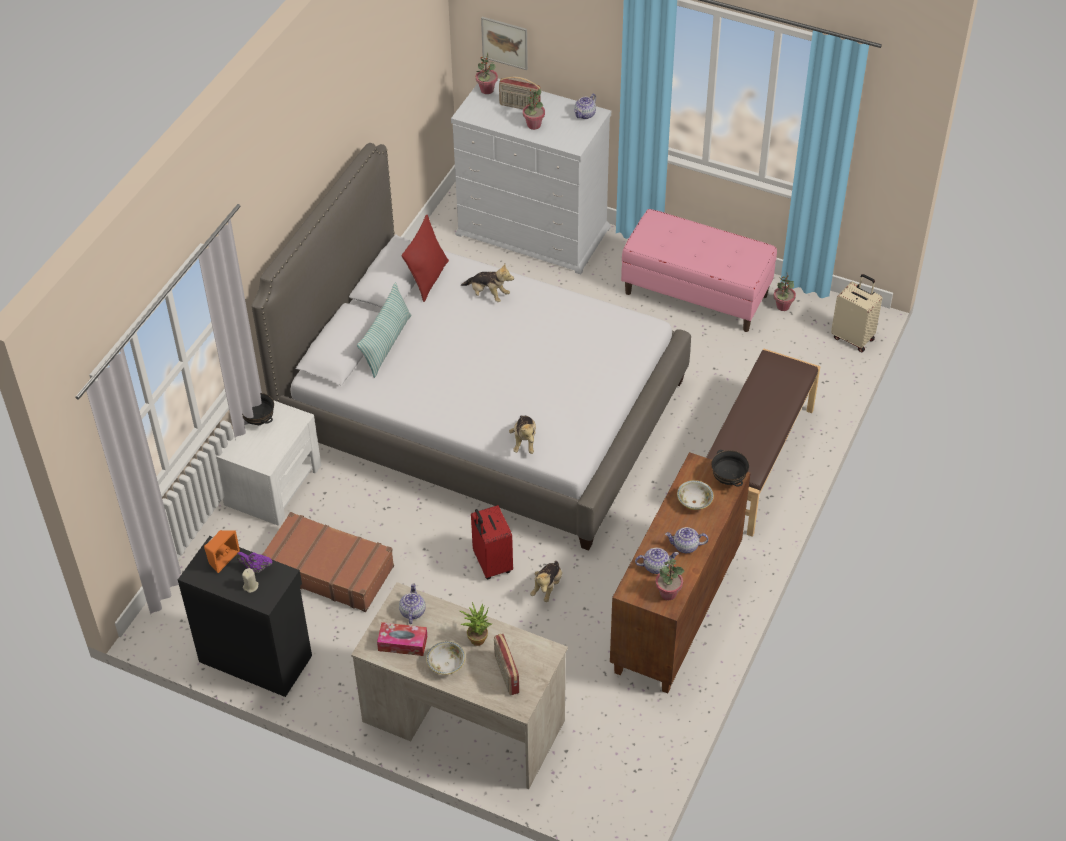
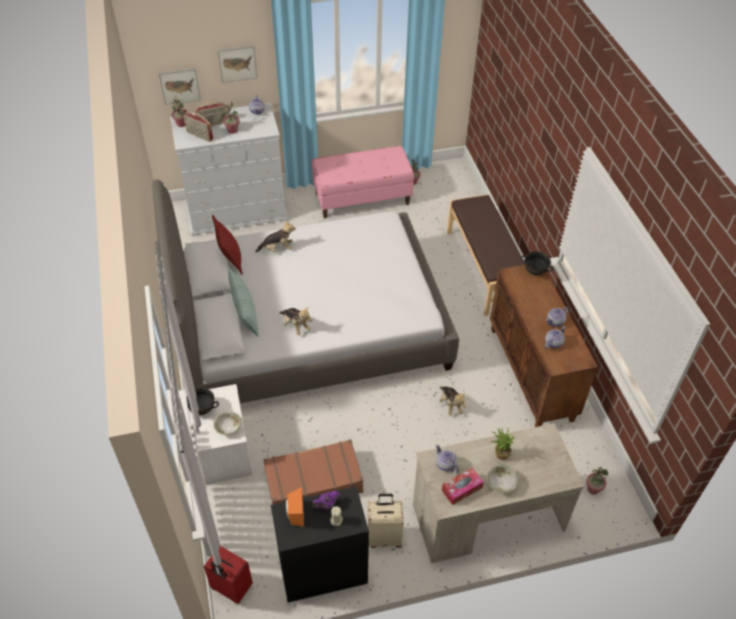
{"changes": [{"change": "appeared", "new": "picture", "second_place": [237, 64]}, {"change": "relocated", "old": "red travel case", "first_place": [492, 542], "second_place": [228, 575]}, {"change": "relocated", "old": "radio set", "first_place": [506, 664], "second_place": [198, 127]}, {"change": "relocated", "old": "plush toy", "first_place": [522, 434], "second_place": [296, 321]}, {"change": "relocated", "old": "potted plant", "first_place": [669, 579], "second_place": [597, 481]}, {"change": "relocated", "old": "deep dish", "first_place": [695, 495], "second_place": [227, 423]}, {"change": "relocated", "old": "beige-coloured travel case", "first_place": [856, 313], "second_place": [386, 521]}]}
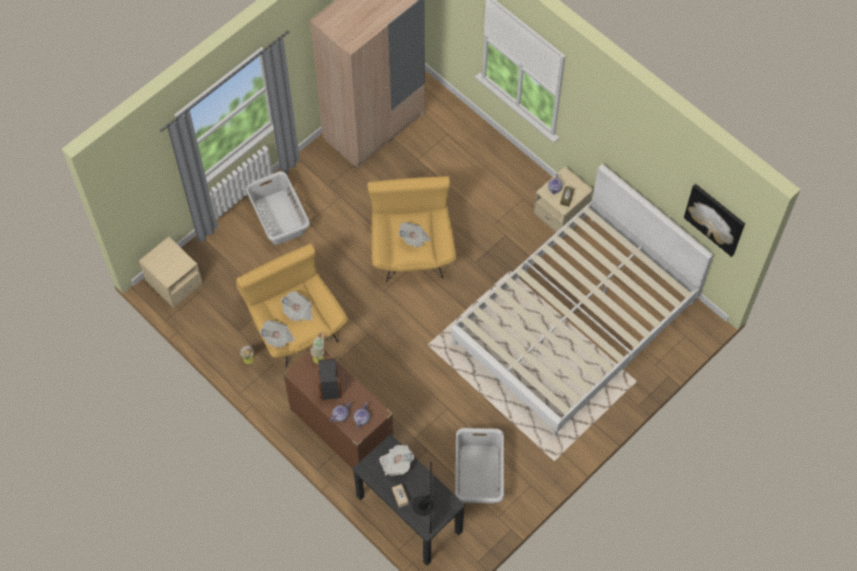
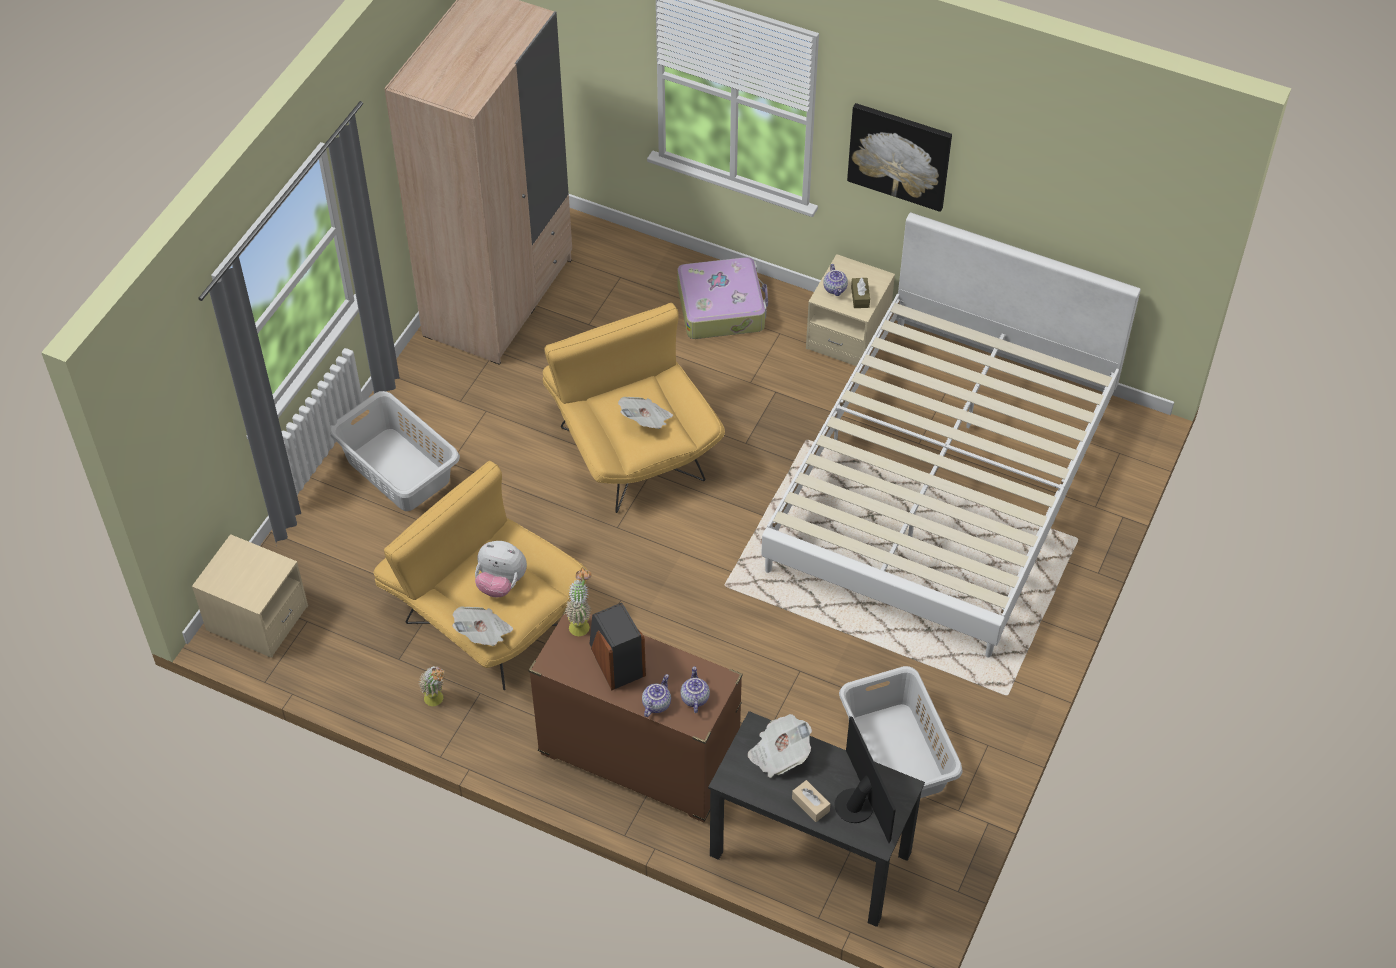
{"changes": [{"change": "appeared", "new": "travel case", "second_place": [722, 298]}, {"change": "relocated", "old": "picture", "first_place": [714, 220], "second_place": [899, 157]}, {"change": "exchanged", "old": "printed paper", "new": "plush toy", "first_place": [296, 306], "second_place": [501, 569]}]}
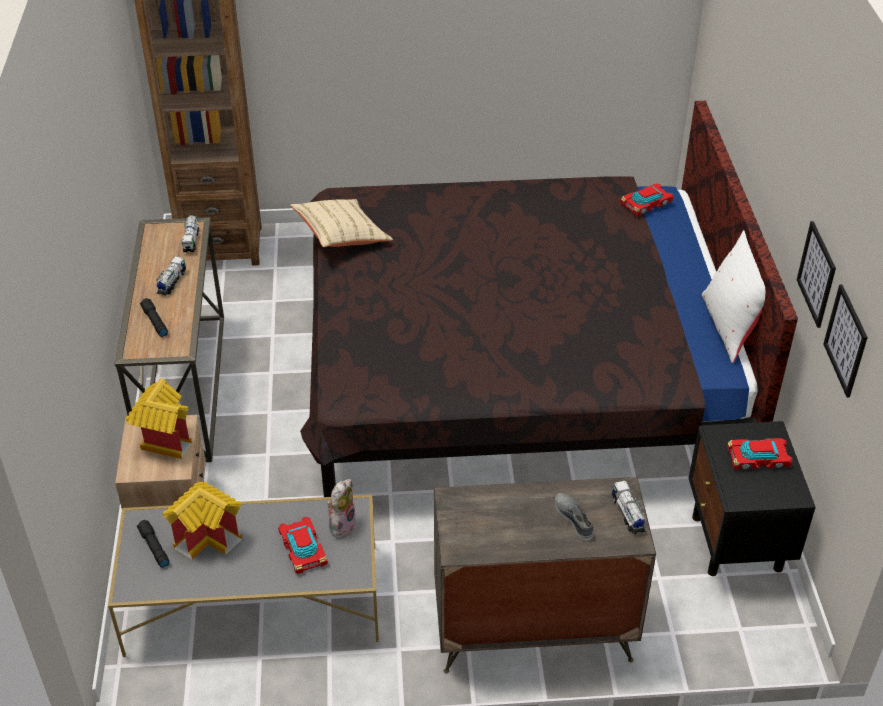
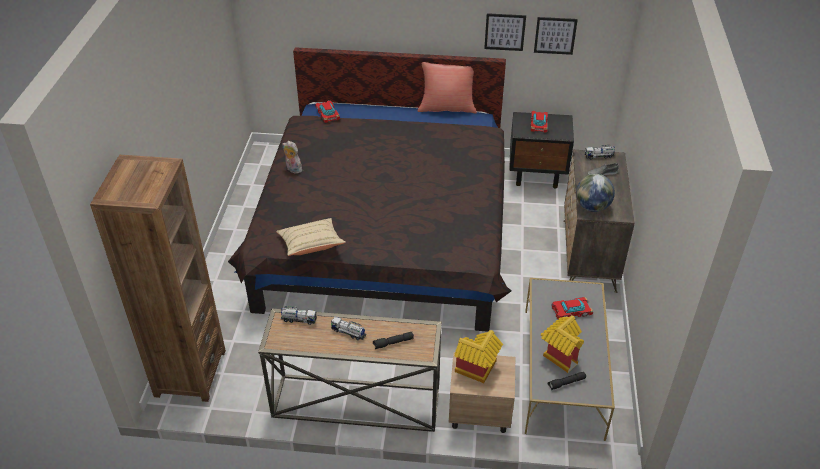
{"changes": [{"change": "appeared", "new": "globe", "second_place": [595, 193]}, {"change": "relocated", "old": "plush toy", "first_place": [342, 509], "second_place": [292, 157]}, {"change": "colour", "old": "white cushion", "new": "red cushion", "first_place": [733, 296], "second_place": [447, 88]}]}
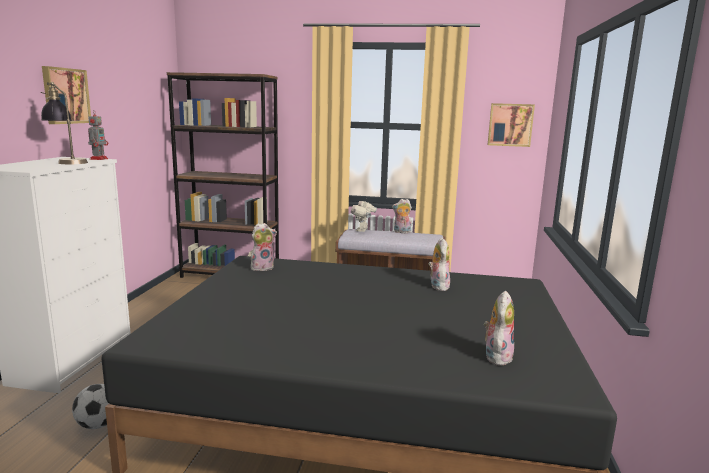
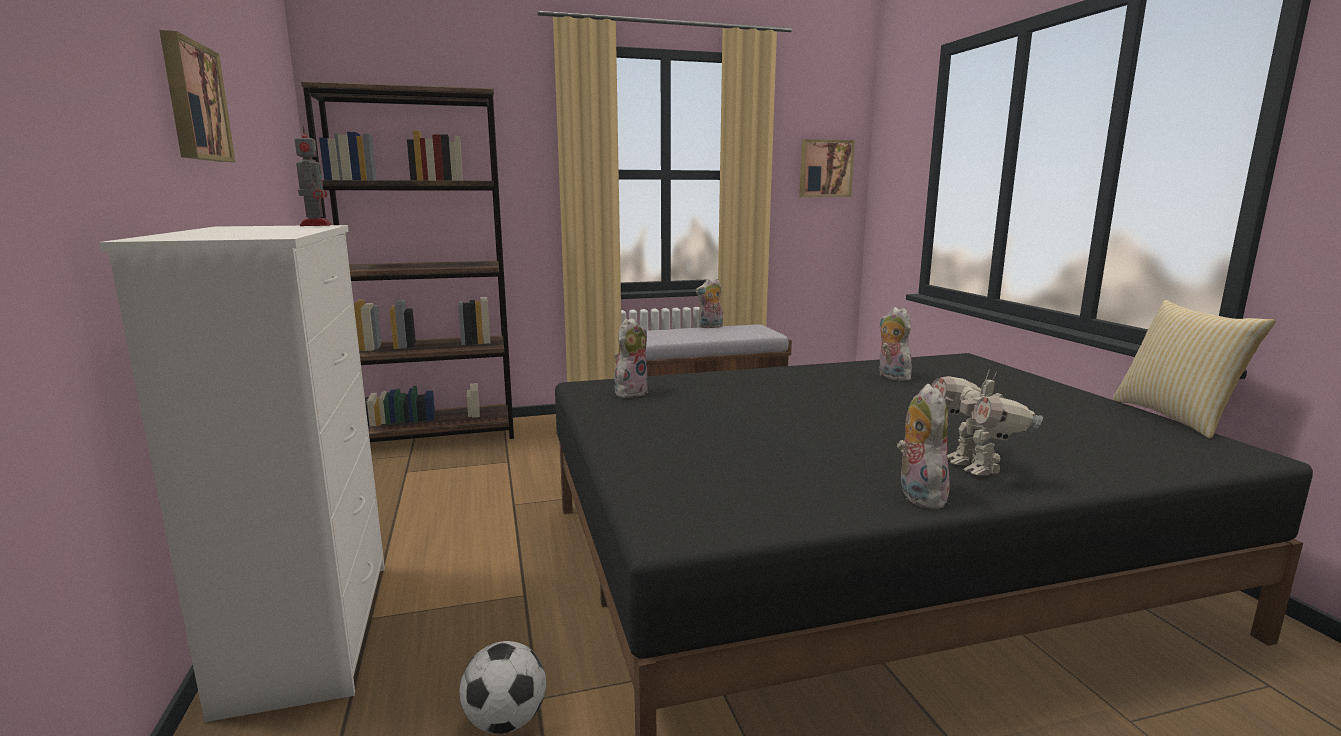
{"changes": [{"change": "missing", "old": "lamp for a table", "first_place": [64, 123]}, {"change": "appeared", "new": "cushion", "second_place": [1194, 369]}, {"change": "relocated", "old": "robot figure", "first_place": [364, 215], "second_place": [987, 422]}, {"change": "relocated", "old": "plush toy", "first_place": [499, 328], "second_place": [923, 446]}]}
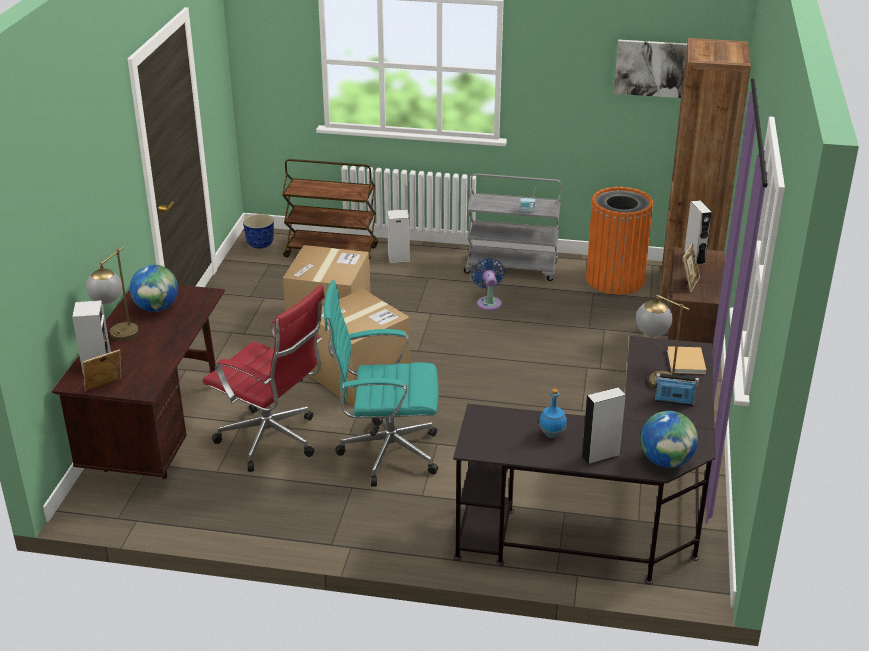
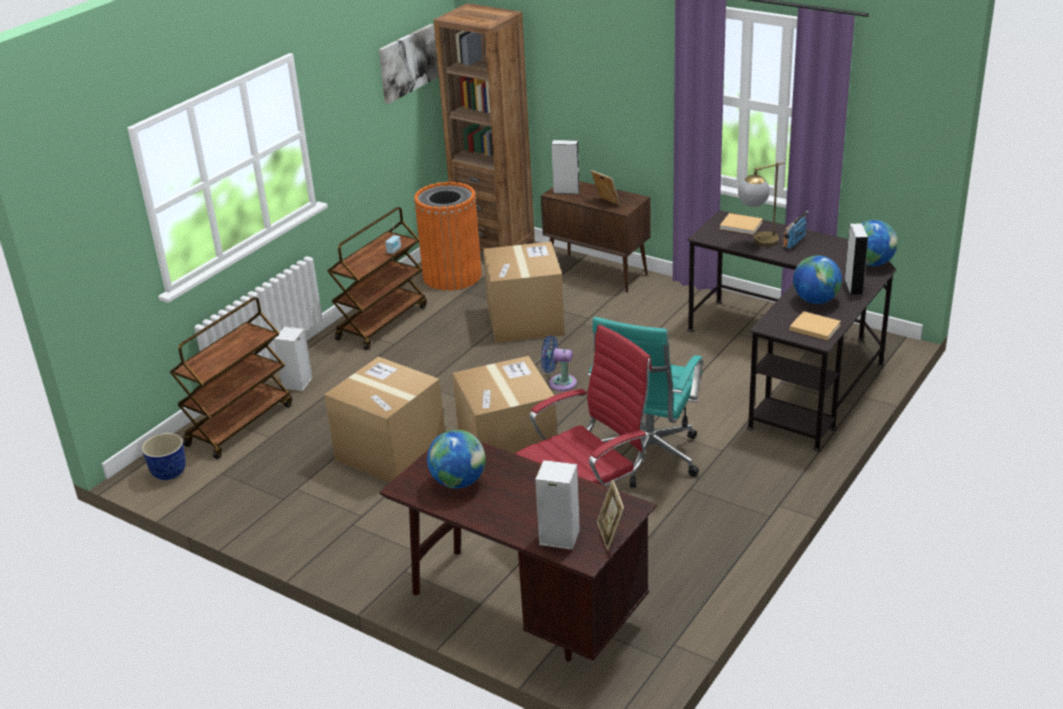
{"changes": [{"change": "missing", "old": "lamp for a table", "first_place": [112, 294]}, {"change": "appeared", "new": "packing box", "second_place": [524, 292]}, {"change": "appeared", "new": "beige-coloured book", "second_place": [815, 326]}, {"change": "relocated", "old": "blue-coloured fan", "first_place": [488, 284], "second_place": [559, 363]}, {"change": "exchanged", "old": "blue-coloured bottle", "new": "globe", "first_place": [553, 413], "second_place": [817, 279]}, {"change": "colour", "old": "grey trolley", "new": "brown-coloured trolley", "first_place": [512, 227], "second_place": [377, 278]}]}
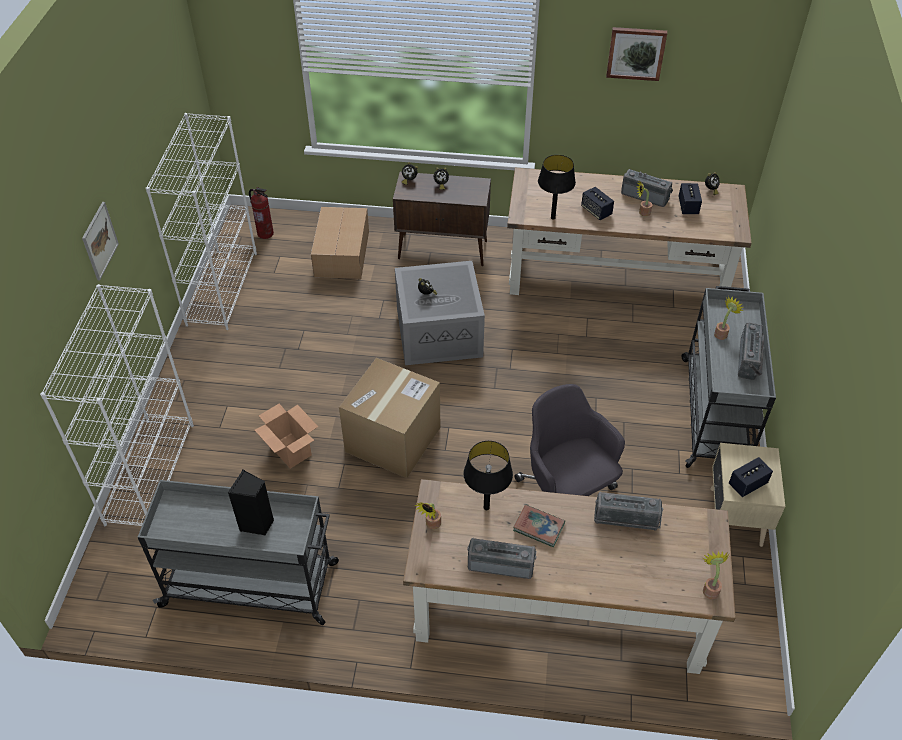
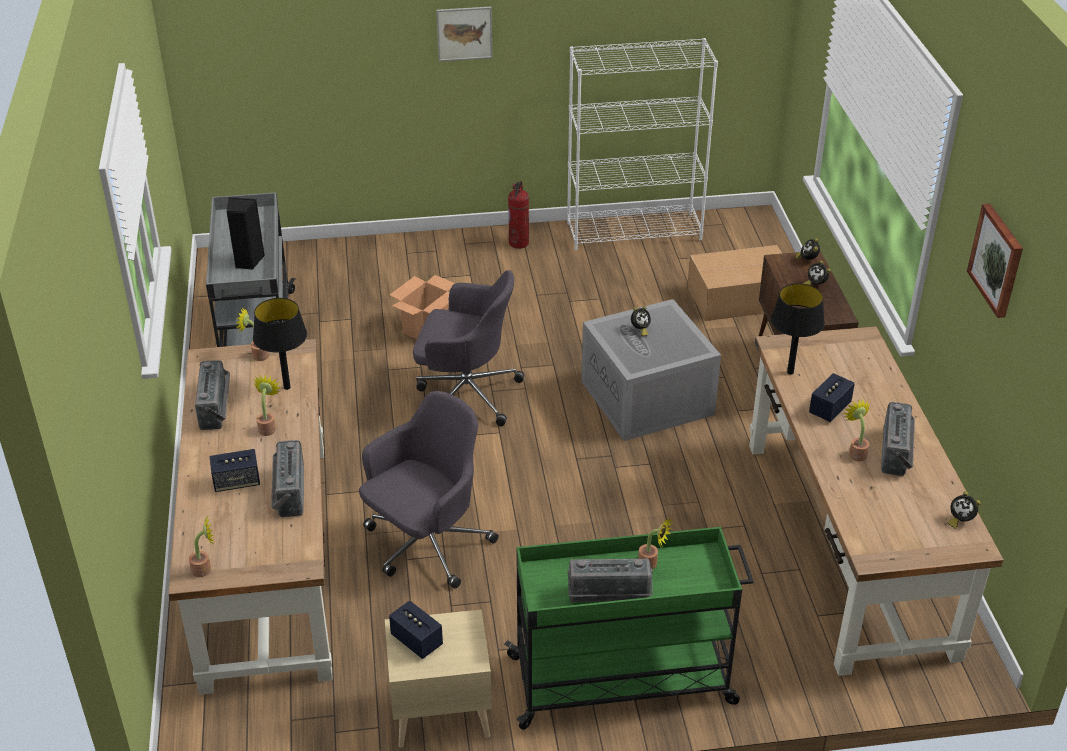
{"changes": [{"change": "missing", "old": "white shelving unit", "first_place": [117, 405]}, {"change": "relocated", "old": "extinguisher", "first_place": [261, 213], "second_place": [518, 215]}, {"change": "relocated", "old": "speaker", "first_place": [690, 198], "second_place": [235, 470]}, {"change": "exchanged", "old": "packing box", "new": "grey desk chair", "first_place": [389, 418], "second_place": [469, 348]}, {"change": "exchanged", "old": "book", "new": "potted plant", "first_place": [539, 525], "second_place": [267, 405]}, {"change": "colour", "old": "grey trolley", "new": "green-coloured trolley", "first_place": [728, 377], "second_place": [629, 628]}]}
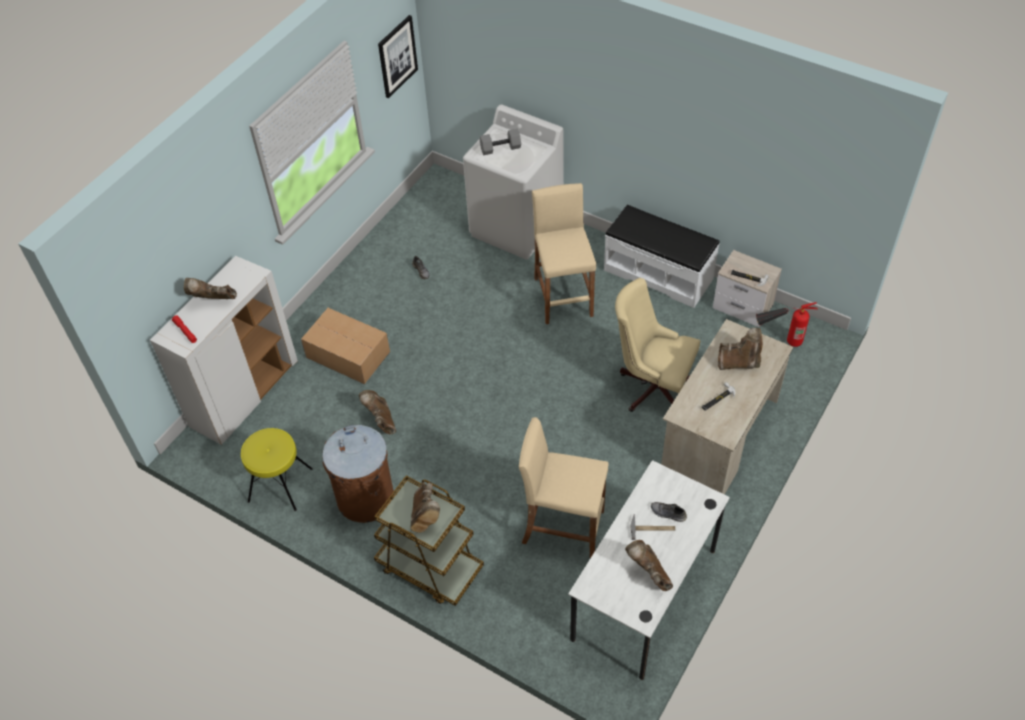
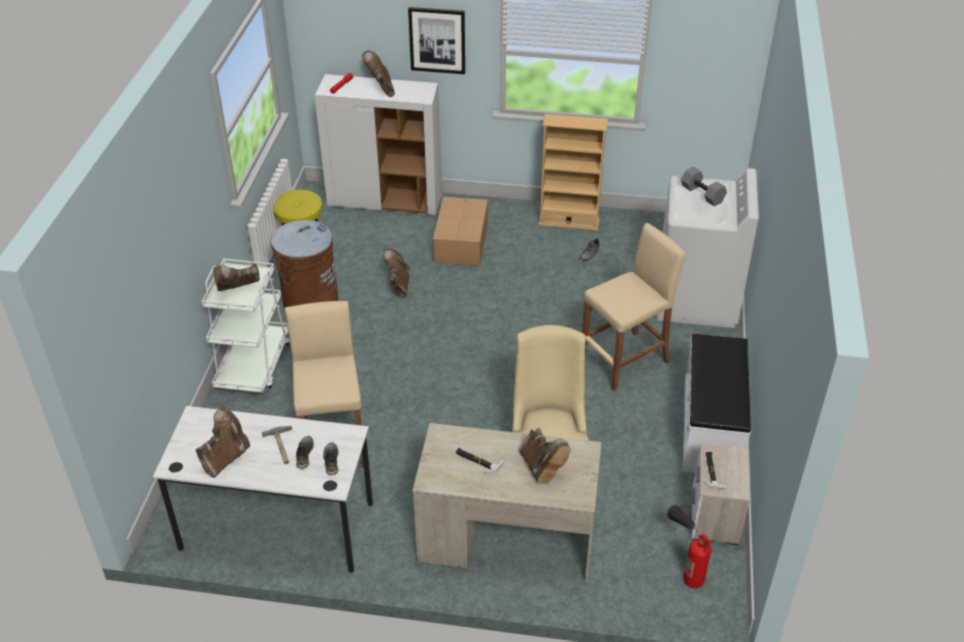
{"changes": [{"change": "appeared", "new": "grey shoe", "second_place": [331, 458]}, {"change": "appeared", "new": "beige-coloured shelving unit", "second_place": [573, 172]}, {"change": "relocated", "old": "picture", "first_place": [398, 56], "second_place": [436, 40]}, {"change": "colour", "old": "brown-coloured trolley", "new": "white trolley", "first_place": [429, 541], "second_place": [245, 326]}, {"change": "spun", "old": "brown-coloured high-top boot", "first_place": [377, 412], "second_place": [396, 273], "degrees": -45}]}
